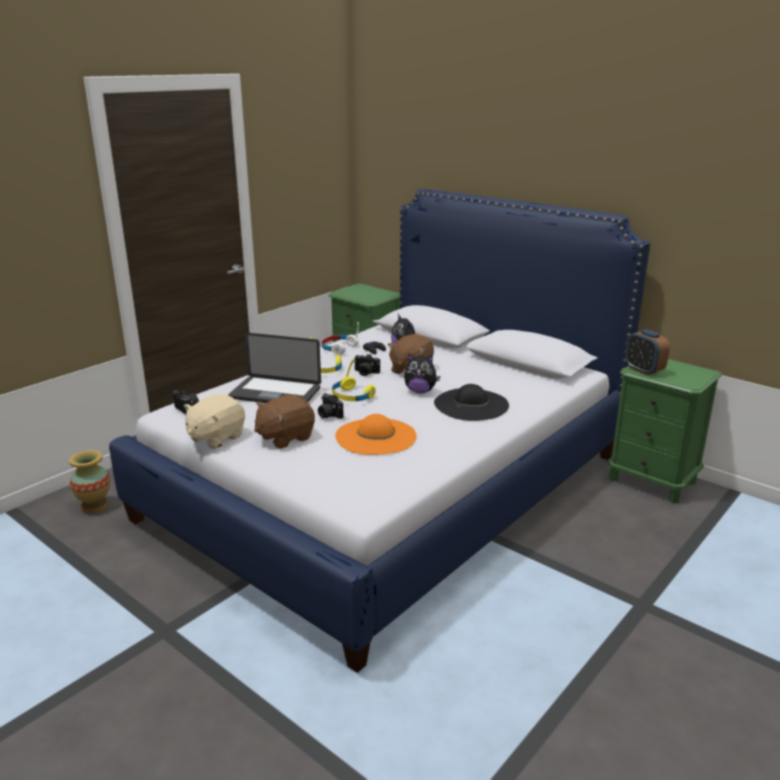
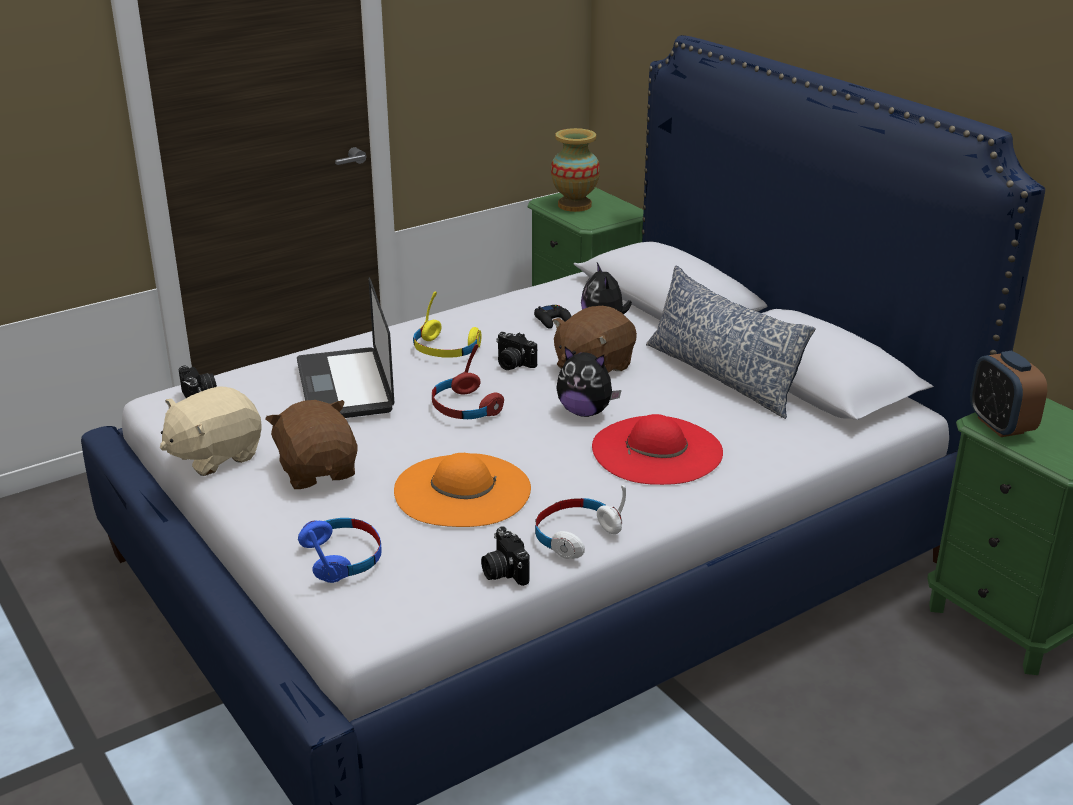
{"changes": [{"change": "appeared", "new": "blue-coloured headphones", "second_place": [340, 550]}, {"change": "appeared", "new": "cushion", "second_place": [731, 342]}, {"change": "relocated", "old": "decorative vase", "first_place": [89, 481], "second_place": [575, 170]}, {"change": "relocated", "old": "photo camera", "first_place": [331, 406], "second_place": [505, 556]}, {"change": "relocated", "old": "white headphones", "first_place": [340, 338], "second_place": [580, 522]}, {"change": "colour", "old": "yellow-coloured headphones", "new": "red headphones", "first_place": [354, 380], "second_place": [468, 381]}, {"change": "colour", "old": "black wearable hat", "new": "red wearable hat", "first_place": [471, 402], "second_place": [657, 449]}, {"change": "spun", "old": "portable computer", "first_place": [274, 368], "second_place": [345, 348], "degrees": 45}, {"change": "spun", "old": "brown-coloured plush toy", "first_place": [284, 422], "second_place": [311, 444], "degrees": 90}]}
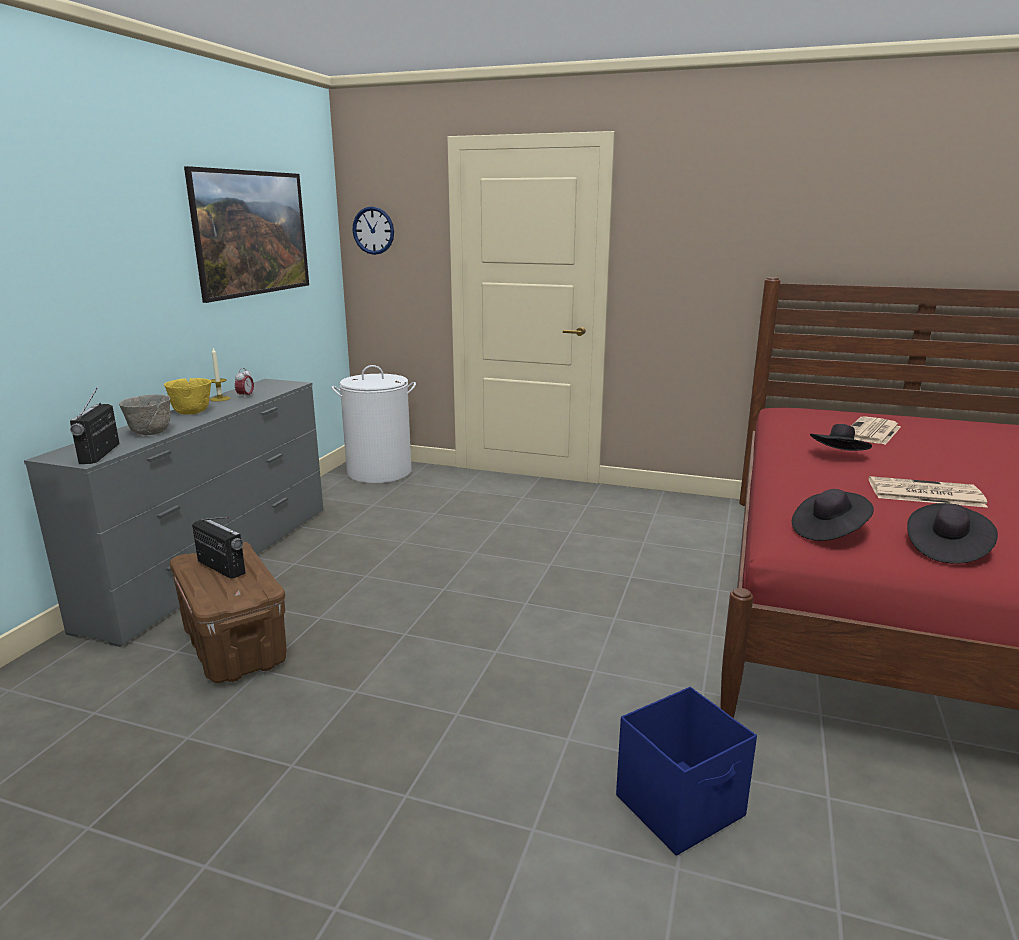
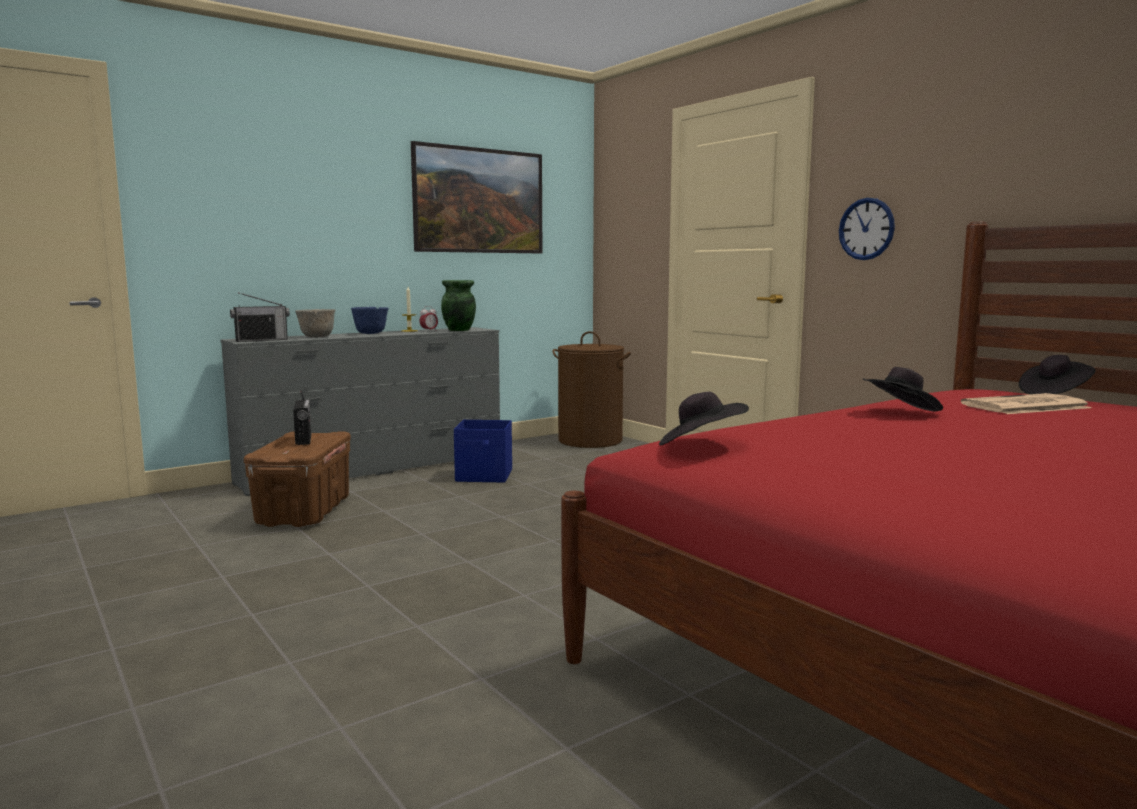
{"changes": [{"change": "missing", "old": "printed paper", "first_place": [928, 492]}, {"change": "appeared", "new": "green-coloured decorative vase", "second_place": [458, 305]}, {"change": "relocated", "old": "clock on the wall", "first_place": [373, 230], "second_place": [867, 229]}, {"change": "relocated", "old": "blue-coloured storage bin", "first_place": [686, 771], "second_place": [483, 451]}, {"change": "relocated", "old": "black wearable hat", "first_place": [952, 533], "second_place": [1057, 374]}, {"change": "colour", "old": "yellow-coloured deep dish", "new": "blue-coloured deep dish", "first_place": [187, 396], "second_place": [369, 320]}, {"change": "colour", "old": "white washing basket", "new": "brown-coloured washing basket", "first_place": [373, 424], "second_place": [591, 389]}, {"change": "spun", "old": "radio set", "first_place": [95, 426], "second_place": [260, 317], "degrees": -150}]}
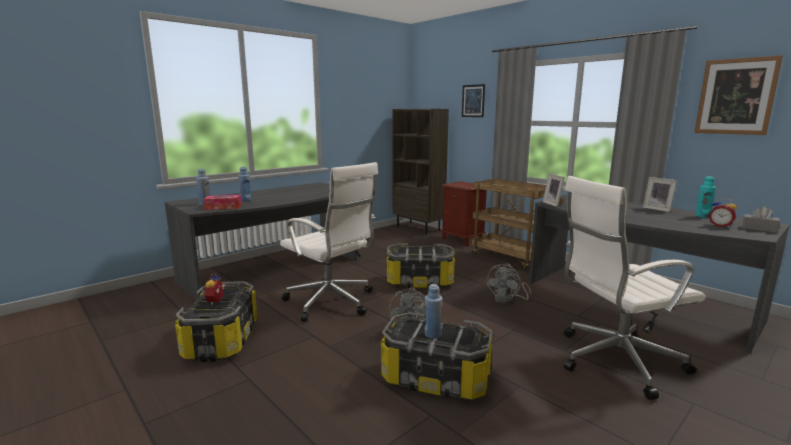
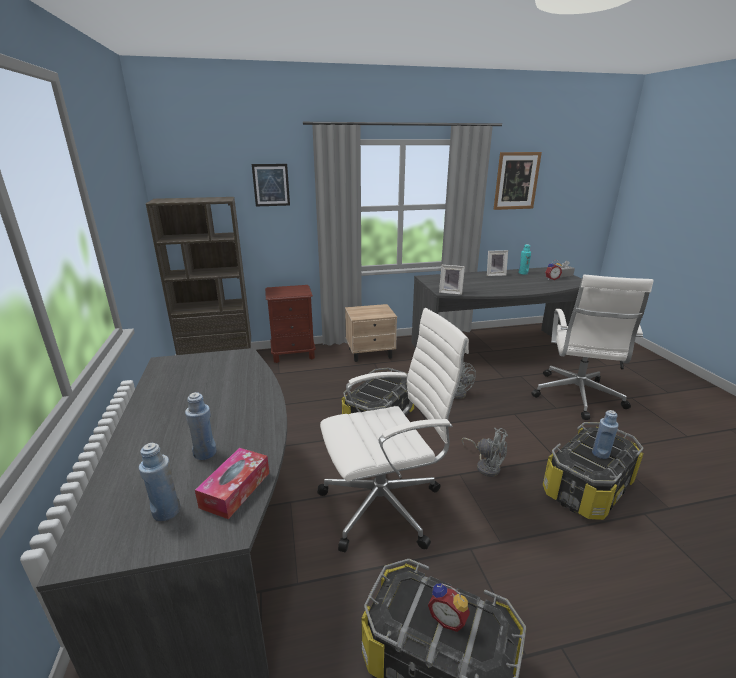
{"changes": [{"change": "exchanged", "old": "brown-coloured trolley", "new": "beige-coloured night table", "first_place": [508, 224], "second_place": [371, 333]}]}
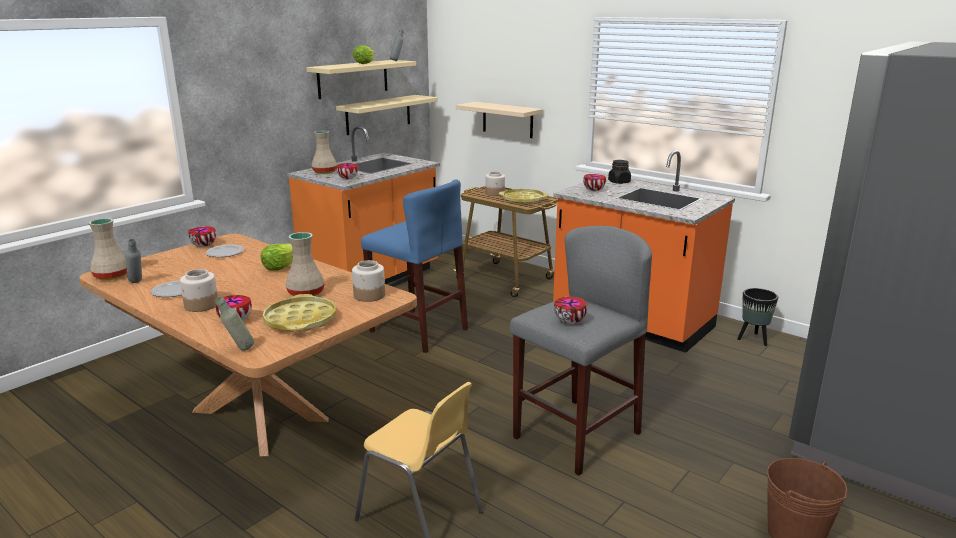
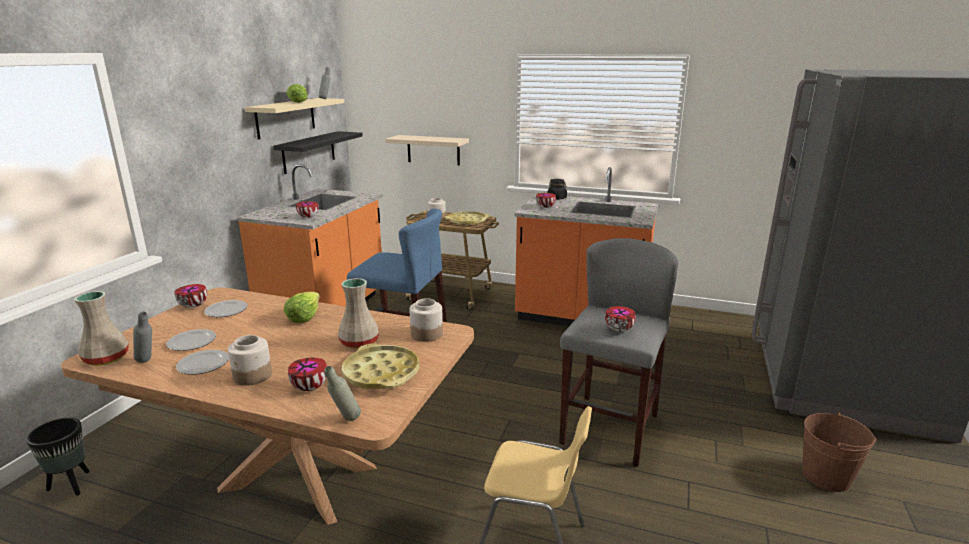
{"changes": [{"change": "missing", "old": "beige-coloured decorative vase", "first_place": [324, 152]}, {"change": "appeared", "new": "dinner plate", "second_place": [191, 340]}, {"change": "relocated", "old": "black planter", "first_place": [757, 317], "second_place": [58, 457]}, {"change": "colour", "old": "beige-coloured bracket shelf", "new": "black bracket shelf", "first_place": [387, 115], "second_place": [318, 152]}]}
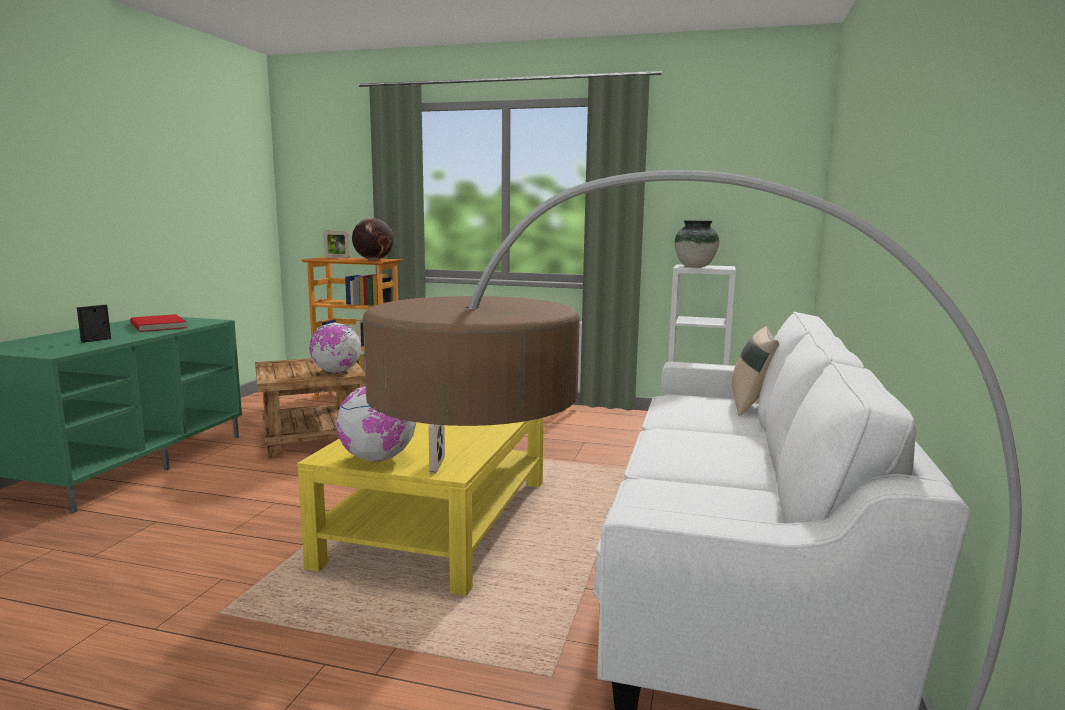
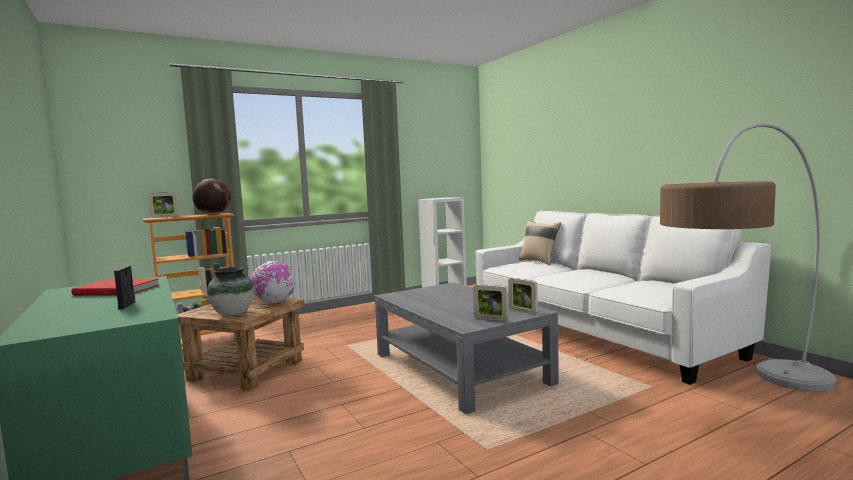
{"changes": [{"change": "relocated", "old": "decorative vase", "first_place": [697, 244], "second_place": [230, 292]}, {"change": "exchanged", "old": "globe", "new": "photo frame", "first_place": [376, 423], "second_place": [490, 302]}, {"change": "colour", "old": "yellow-coloured lounge table", "new": "grey lounge table", "first_place": [420, 506], "second_place": [467, 348]}]}
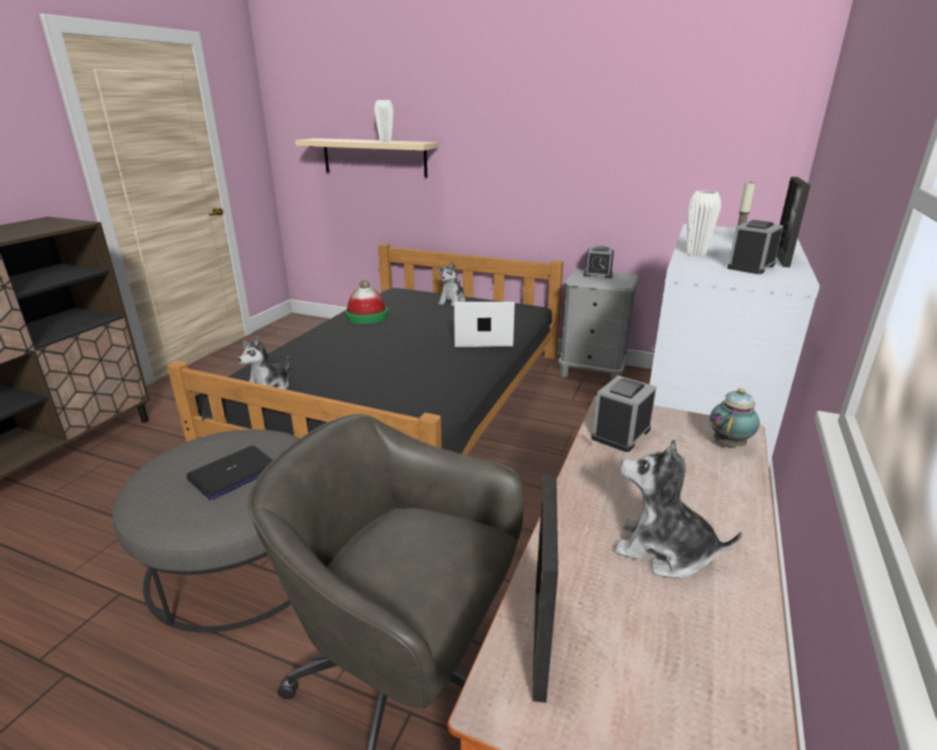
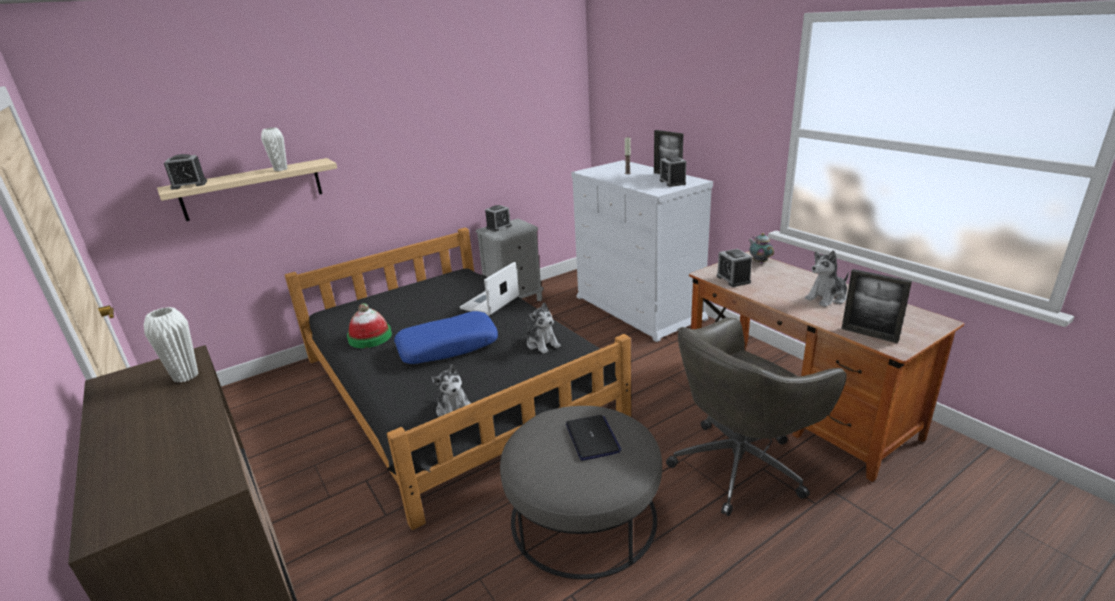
{"changes": [{"change": "appeared", "new": "bedside clock", "second_place": [185, 172]}, {"change": "appeared", "new": "blue-coloured cushion", "second_place": [446, 337]}, {"change": "relocated", "old": "plush toy", "first_place": [452, 284], "second_place": [544, 328]}, {"change": "relocated", "old": "white decorative vase", "first_place": [704, 223], "second_place": [171, 345]}]}
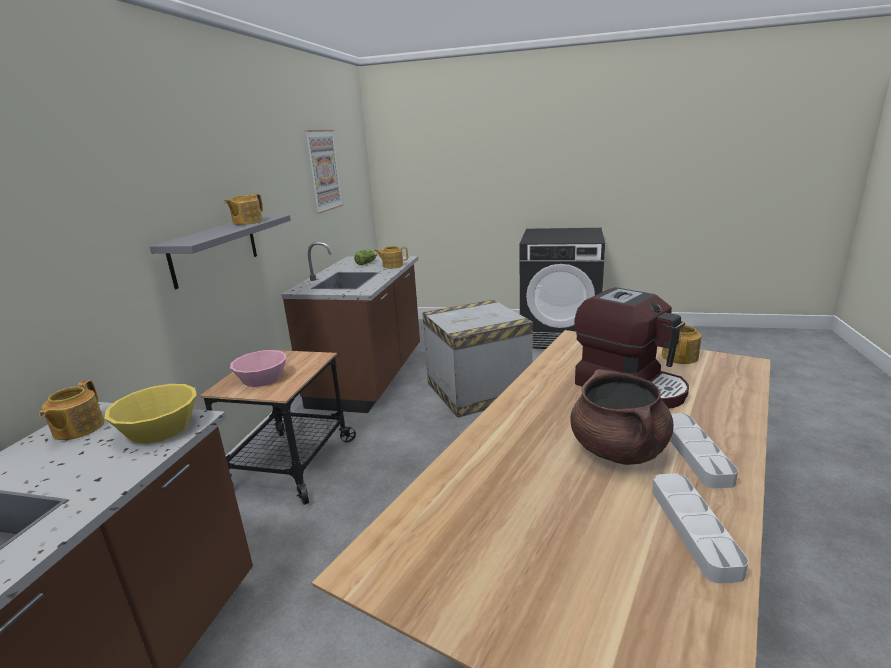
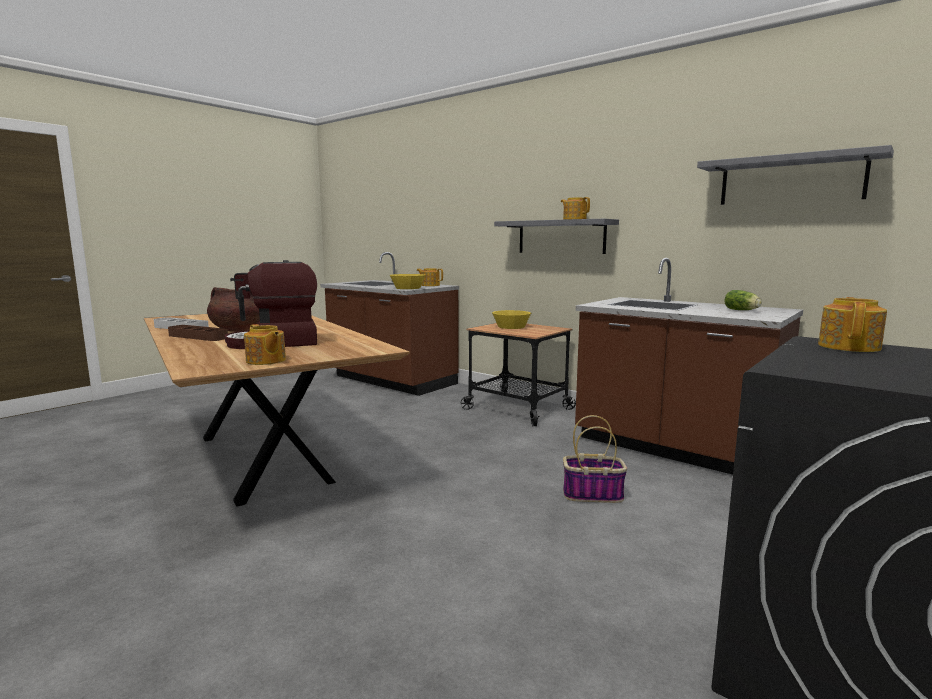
{"changes": [{"change": "relocated", "old": "teapot", "first_place": [391, 257], "second_place": [852, 324]}, {"change": "exchanged", "old": "picture", "new": "grey bracket shelf", "first_place": [324, 172], "second_place": [795, 175]}, {"change": "exchanged", "old": "packing crate", "new": "household basket", "first_place": [477, 358], "second_place": [595, 459]}, {"change": "colour", "old": "pink-coloured deep dish", "new": "yellow-coloured deep dish", "first_place": [258, 368], "second_place": [511, 319]}, {"change": "colour", "old": "grey tray", "new": "brown-coloured tray", "first_place": [704, 451], "second_place": [198, 333]}]}
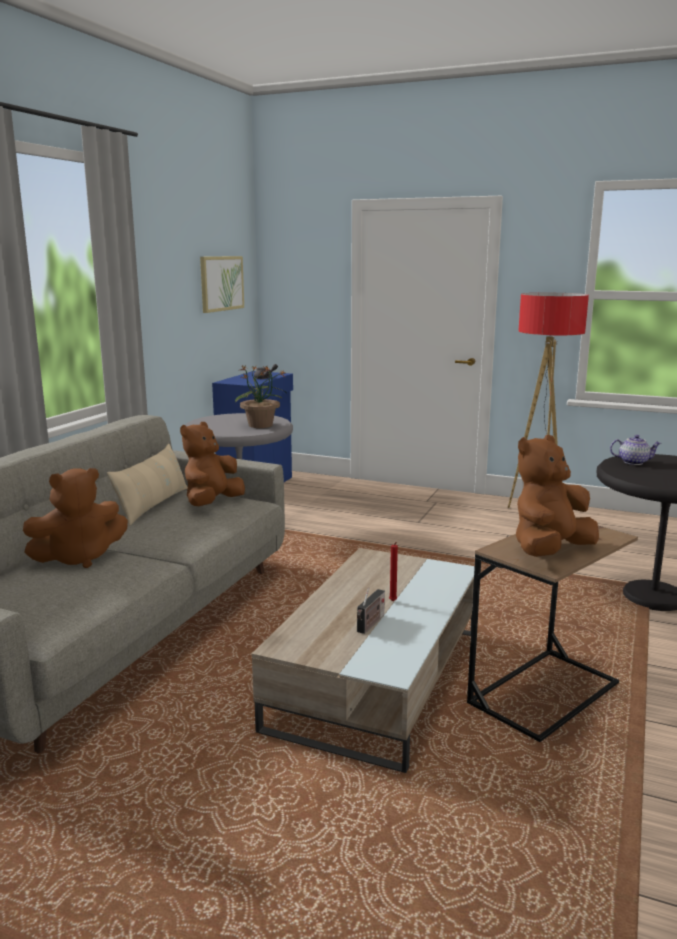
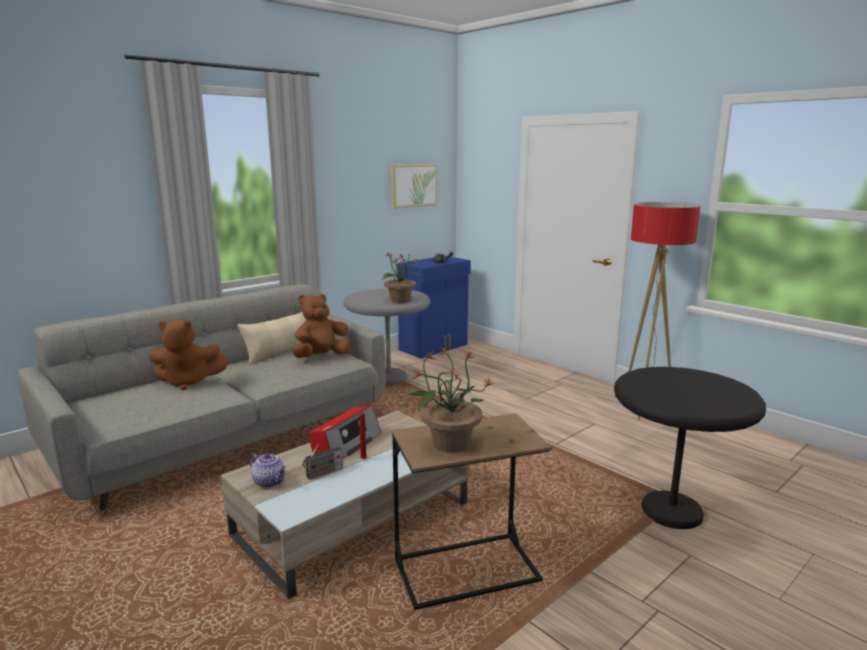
{"changes": [{"change": "appeared", "new": "radio set", "second_place": [346, 431]}, {"change": "relocated", "old": "teapot", "first_place": [636, 450], "second_place": [268, 470]}, {"change": "exchanged", "old": "brown-coloured plush toy", "new": "potted plant", "first_place": [557, 496], "second_place": [450, 399]}]}
